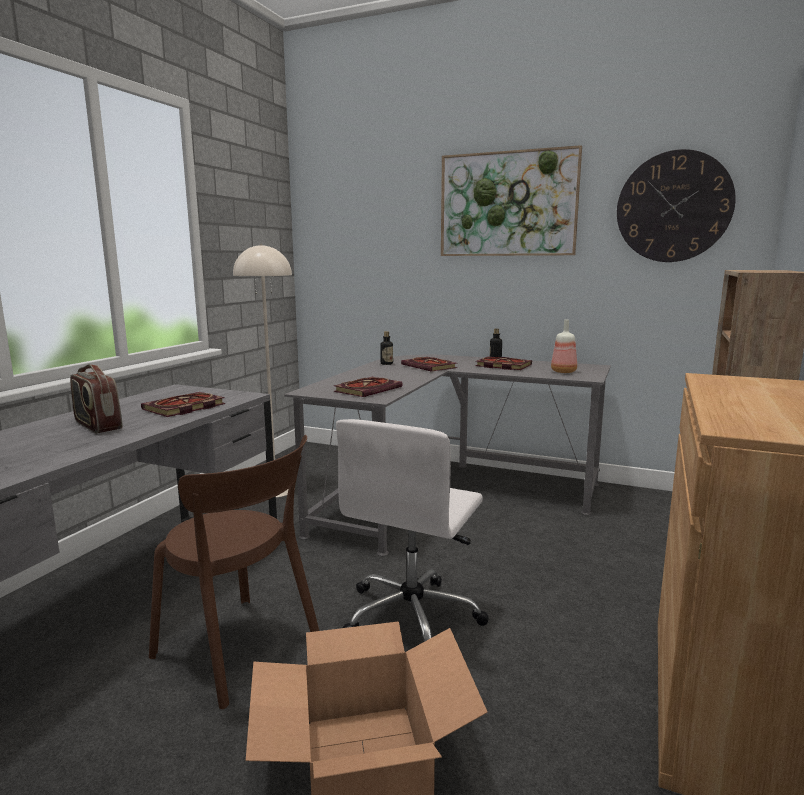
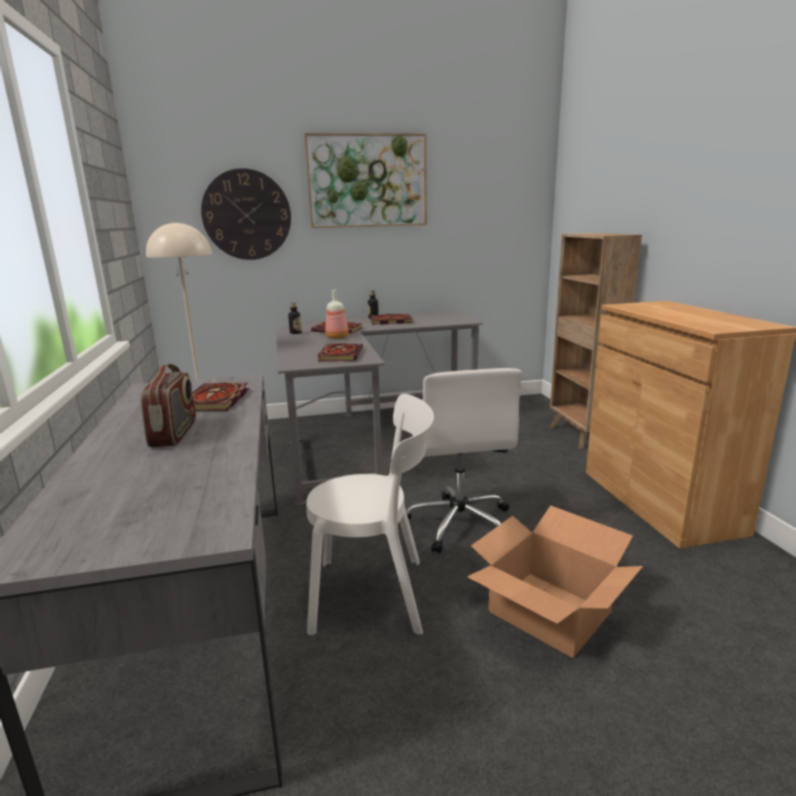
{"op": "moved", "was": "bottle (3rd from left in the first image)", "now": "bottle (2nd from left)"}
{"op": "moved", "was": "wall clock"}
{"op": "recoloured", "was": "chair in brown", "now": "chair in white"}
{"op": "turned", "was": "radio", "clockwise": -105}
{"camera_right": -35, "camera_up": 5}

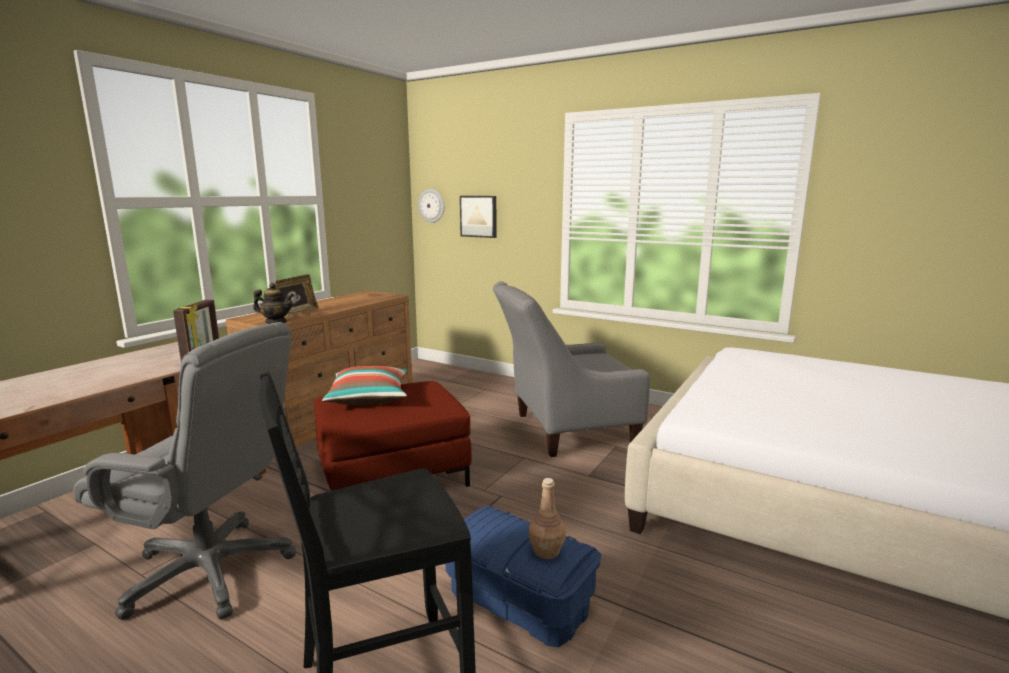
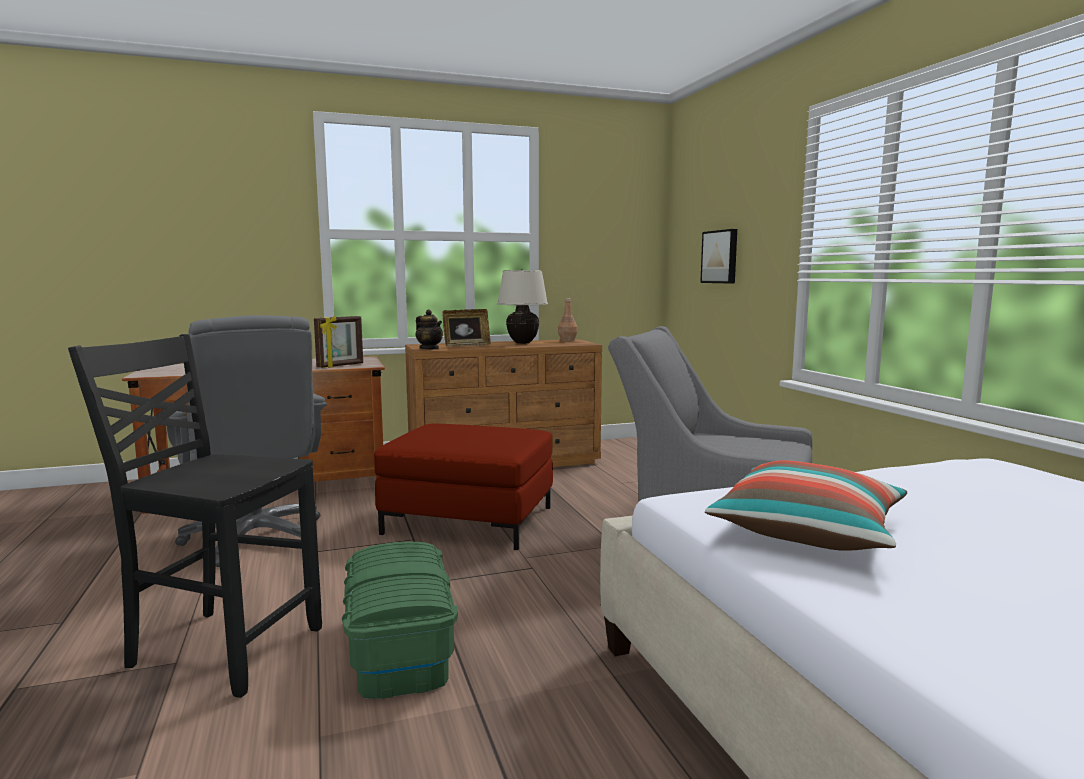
{"op": "removed", "was": "wall clock"}
{"op": "added", "now": "table lamp in beige"}
{"op": "moved", "was": "pillow"}
{"op": "moved", "was": "bottle in brown"}
{"op": "recoloured", "was": "storage box in blue", "now": "storage box in green"}
{"camera_right": 40, "camera_up": -5}

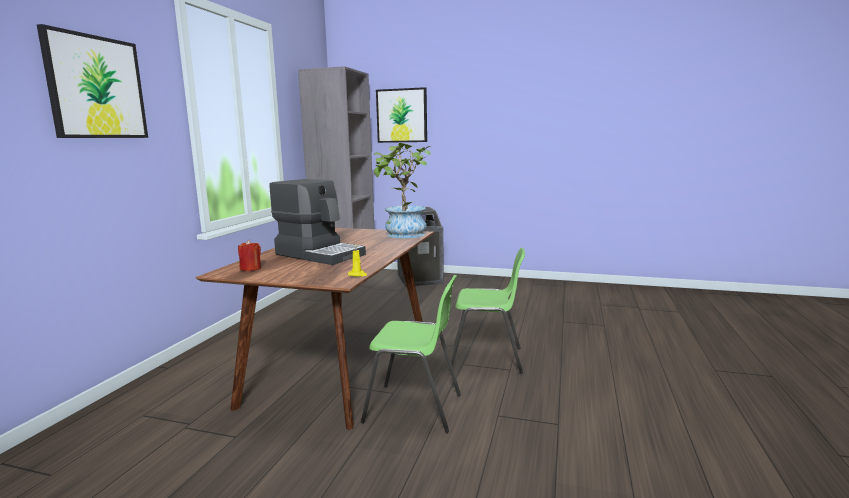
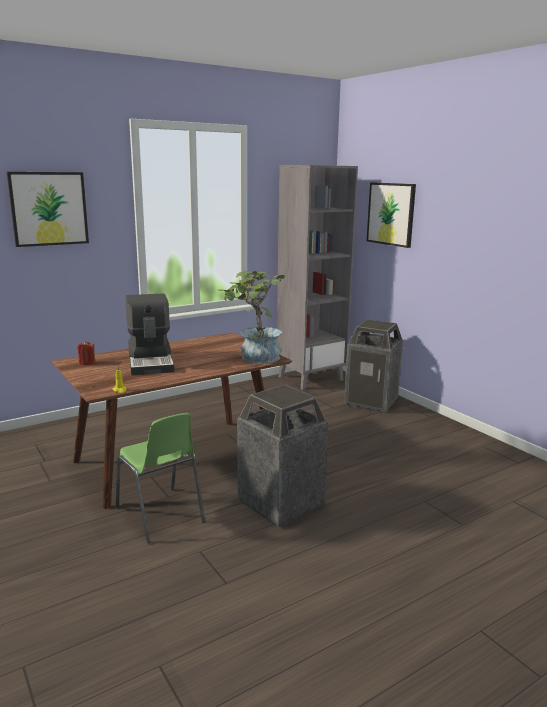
{"op": "replaced", "was": "chair in green (2nd from left)", "now": "trash can (1st from left)"}
{"camera_right": 40, "camera_up": 5}

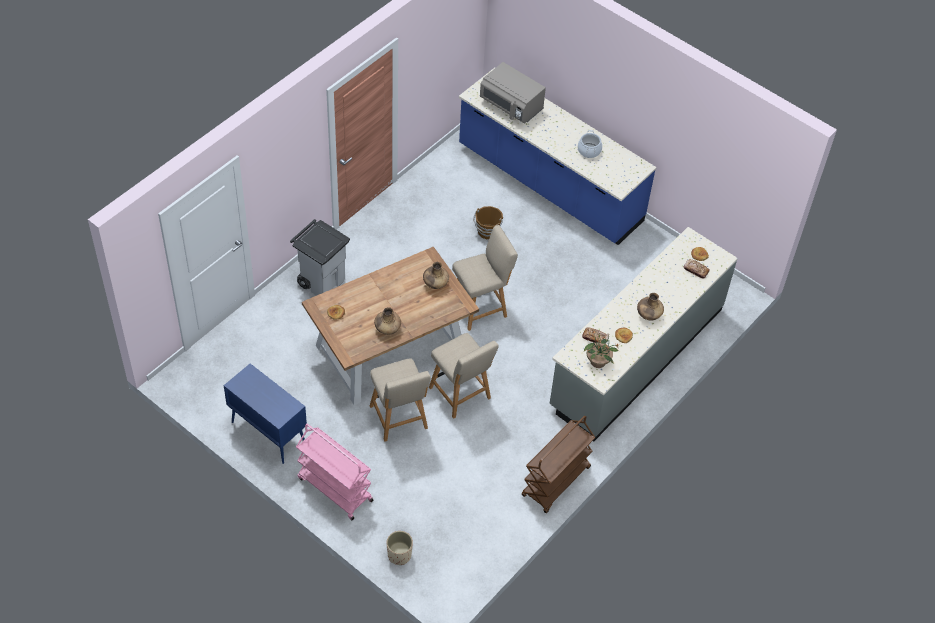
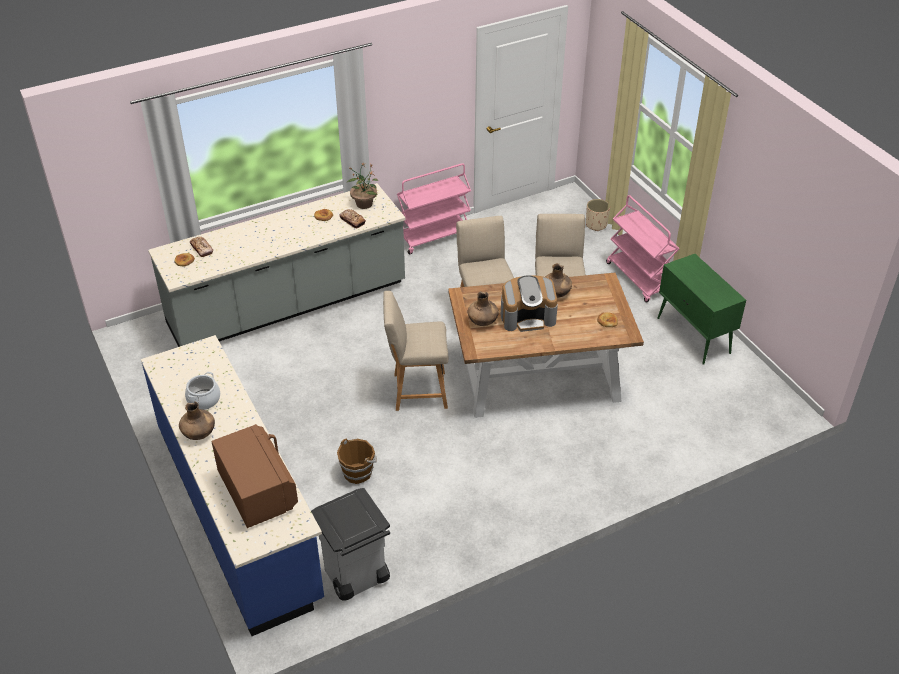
{"op": "added", "now": "coffee machine"}
{"op": "moved", "was": "trash can in grey"}
{"op": "moved", "was": "vase in brown (3rd from left in the first image)", "now": "vase in brown (1st from left)"}
{"op": "recoloured", "was": "cabinet in blue", "now": "cabinet in green"}
{"op": "recoloured", "was": "microwave in grey", "now": "microwave in brown"}
{"op": "recoloured", "was": "cart in brown", "now": "cart in pink (1st from left)"}
{"camera_right": -155, "camera_up": -10}

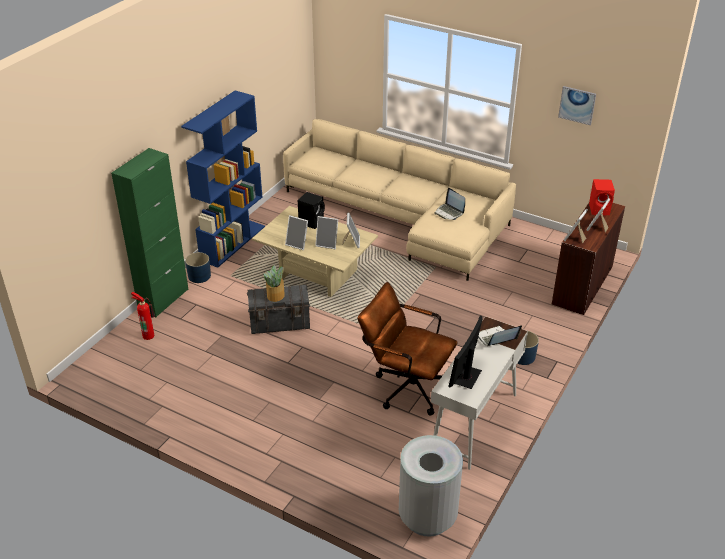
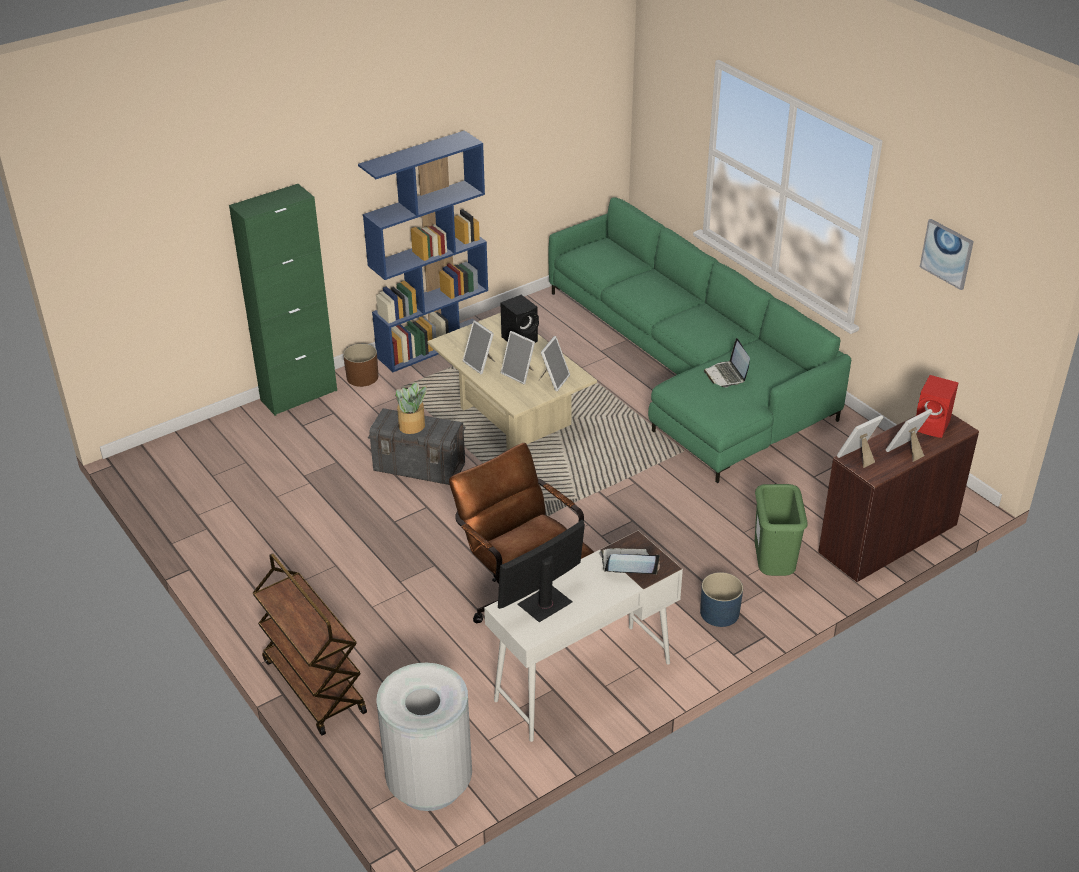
{"op": "removed", "was": "fire extinguisher"}
{"op": "added", "now": "cart in brown"}
{"op": "added", "now": "trash can in green"}
{"op": "recoloured", "was": "planter in blue (1st from left)", "now": "planter in brown"}
{"op": "recoloured", "was": "sofa in beige", "now": "sofa in green"}
{"camera_right": 25, "camera_up": 0}

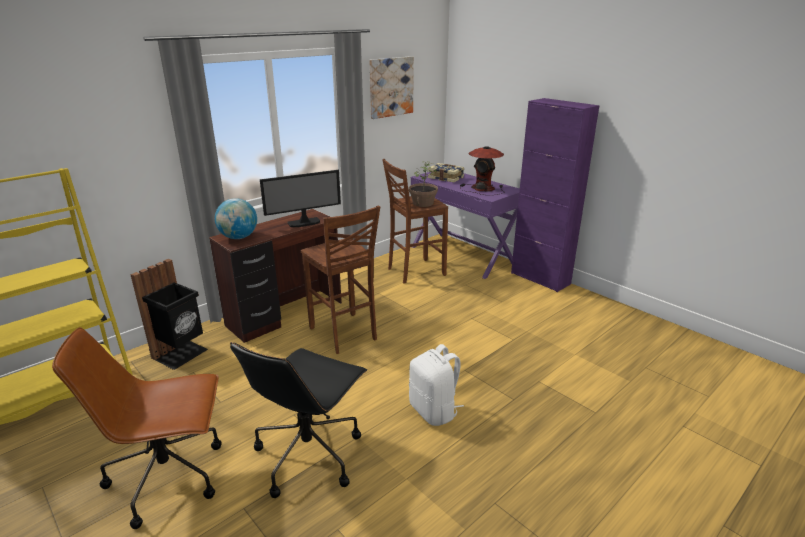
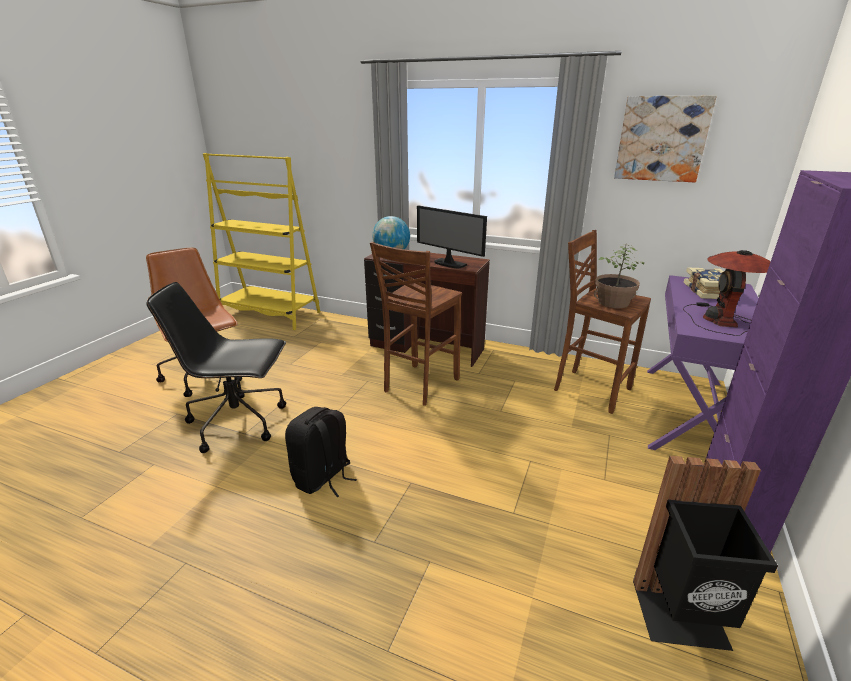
{"op": "moved", "was": "trash can in black"}
{"op": "recoloured", "was": "backpack in white", "now": "backpack in black"}
{"camera_right": 65, "camera_up": 0}

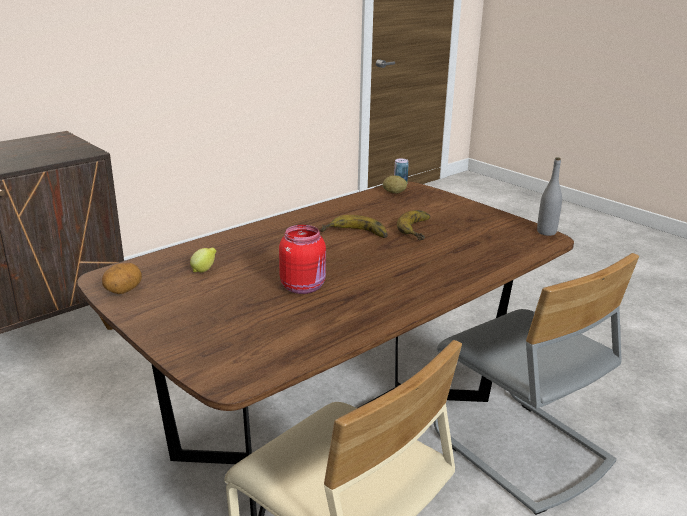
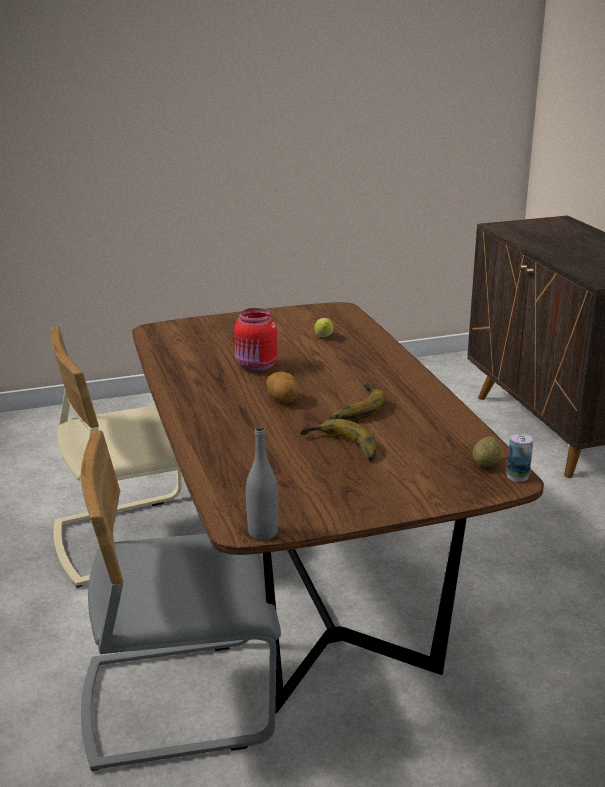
{"op": "moved", "was": "potato (1st from left)"}
{"camera_right": 115, "camera_up": 0}

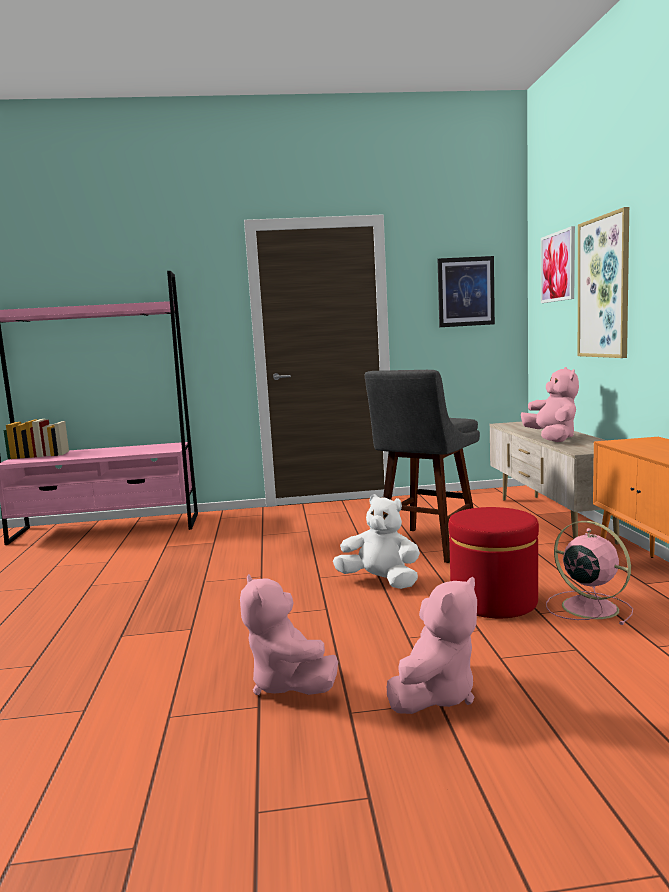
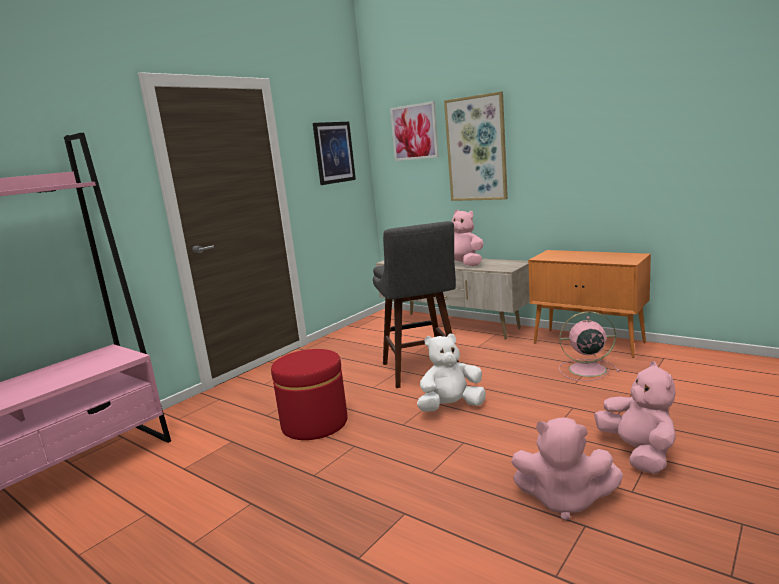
{"op": "moved", "was": "ottoman in red"}
{"camera_right": -45, "camera_up": 5}

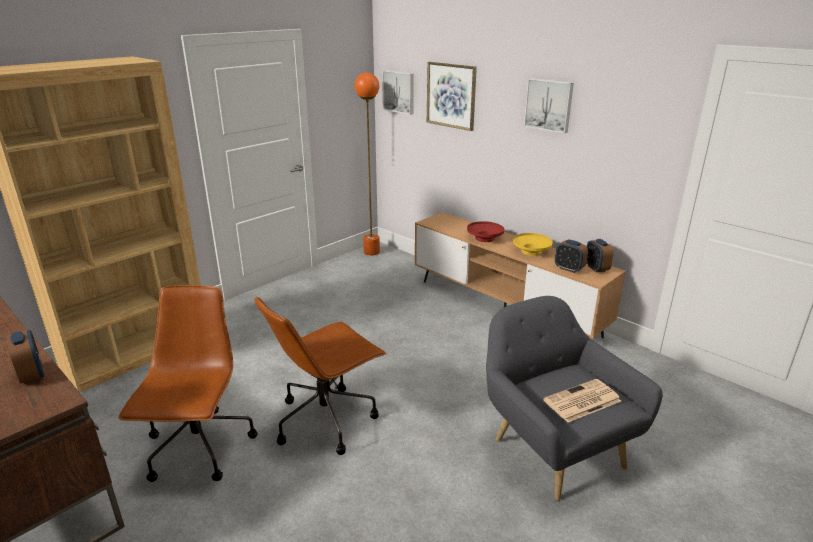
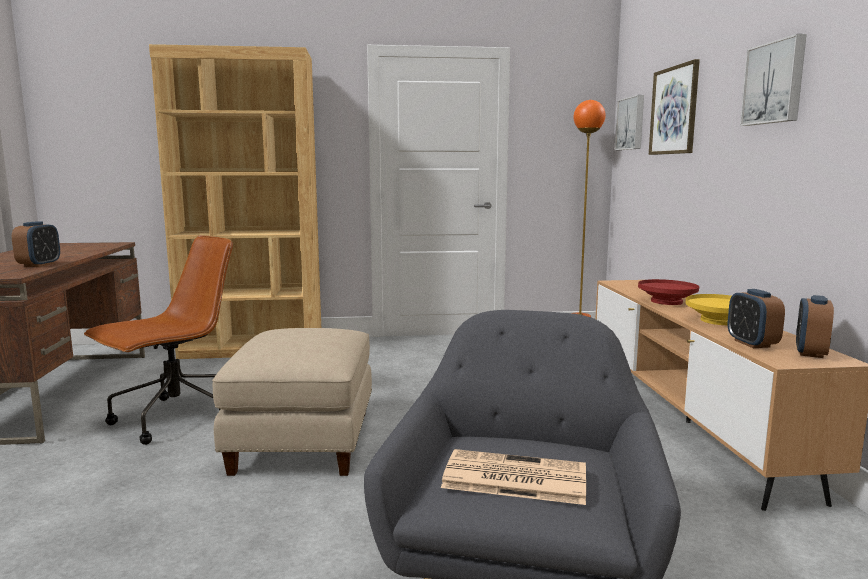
{"op": "replaced", "was": "office chair in brown (2nd from left)", "now": "ottoman in beige"}
{"camera_right": 40, "camera_up": -15}

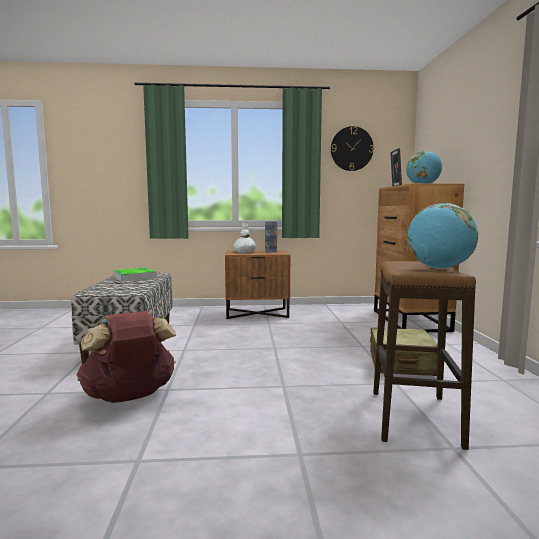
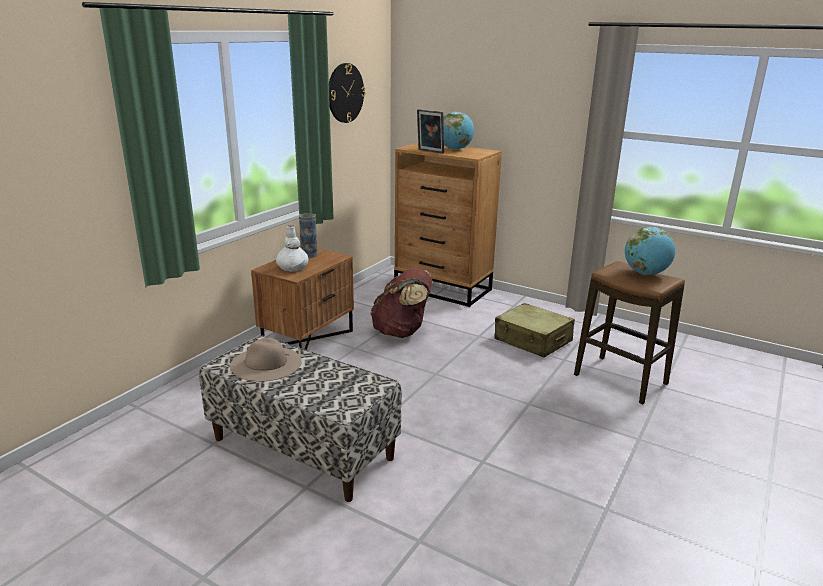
{"op": "moved", "was": "backpack in brown"}
{"op": "replaced", "was": "tray", "now": "hat in beige"}
{"camera_right": -55, "camera_up": 15}

